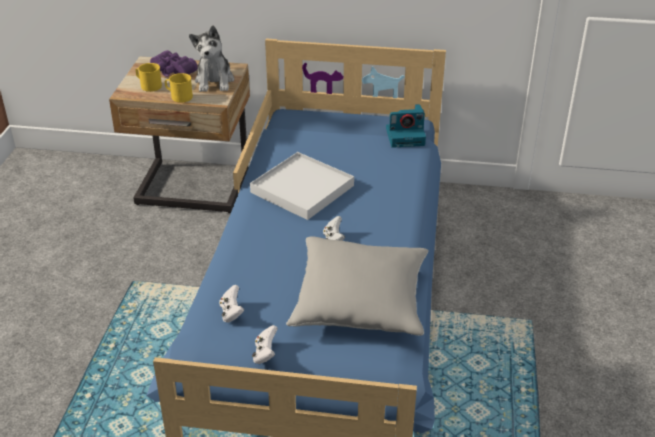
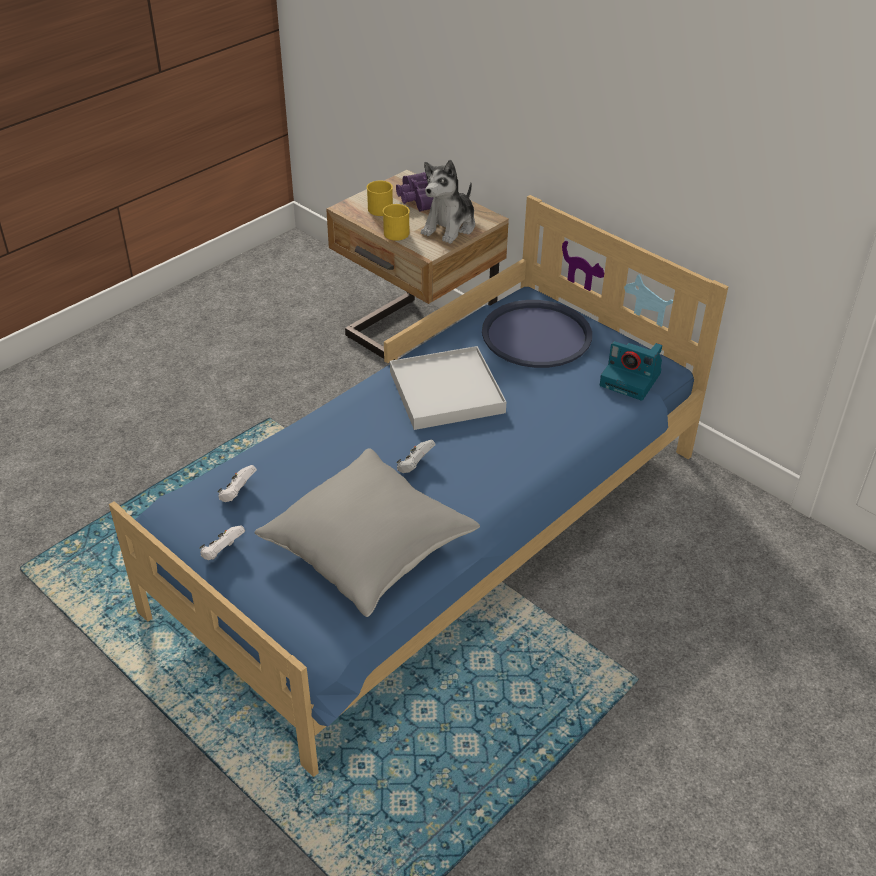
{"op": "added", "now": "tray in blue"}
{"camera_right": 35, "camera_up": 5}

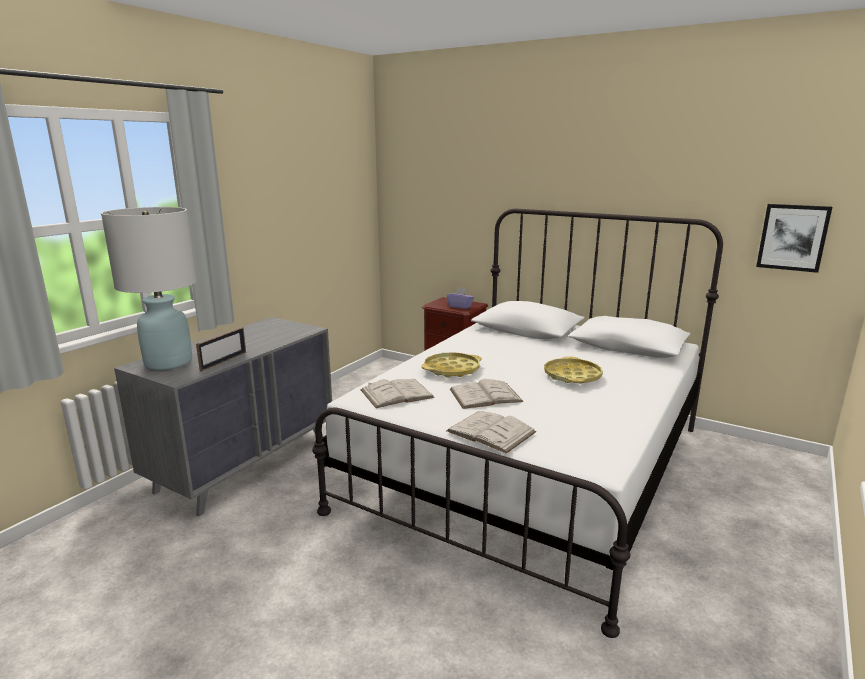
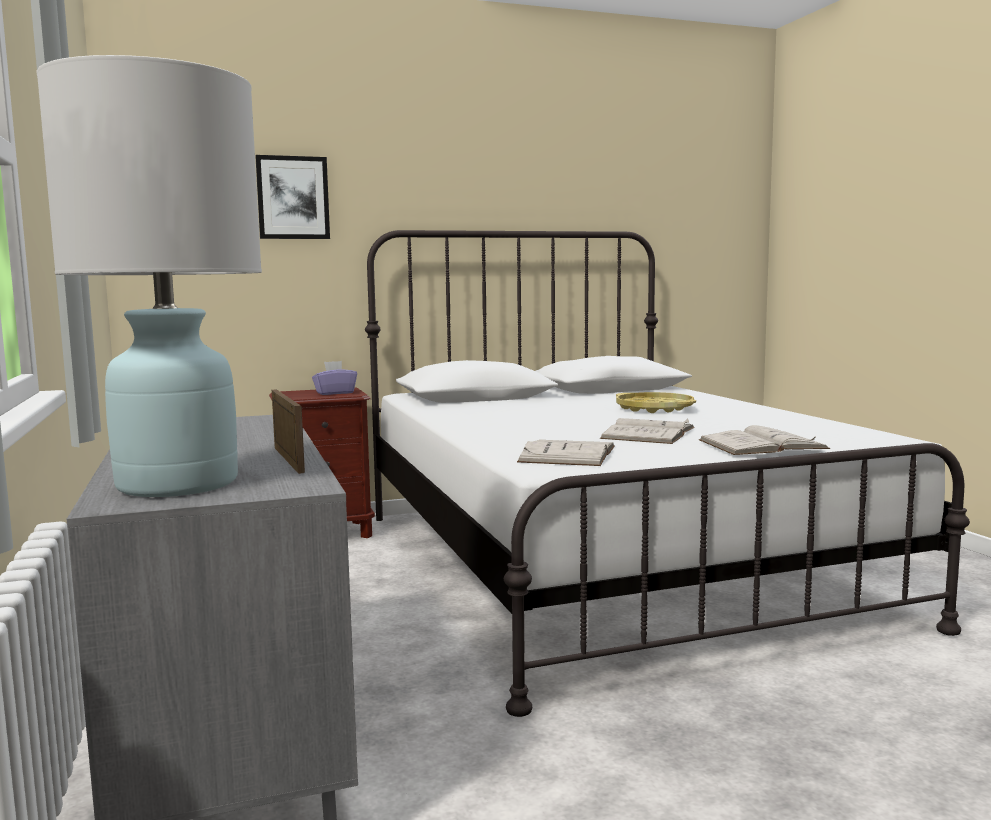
{"op": "removed", "was": "tray in yellow (1st from left)"}
{"op": "moved", "was": "picture"}
{"camera_right": -50, "camera_up": -10}

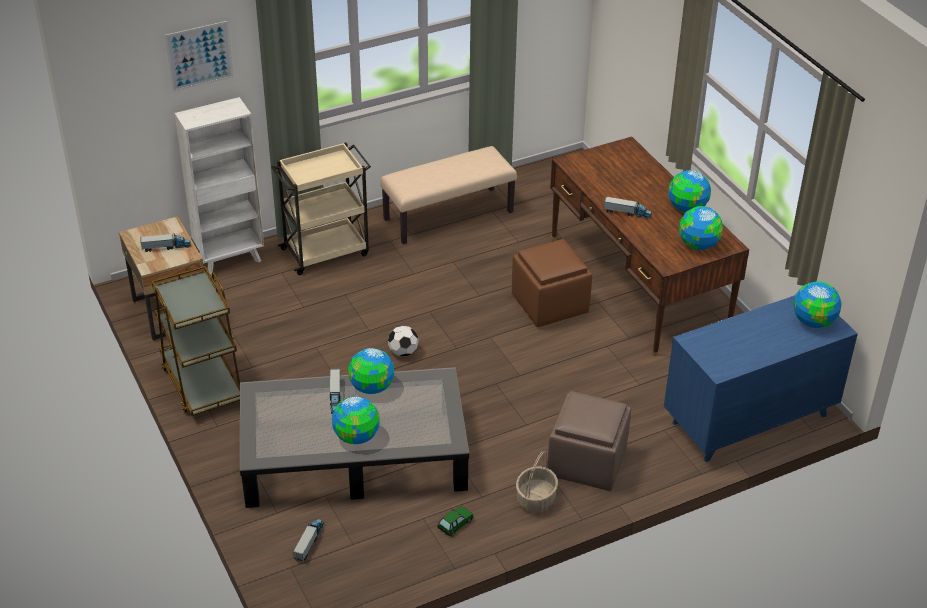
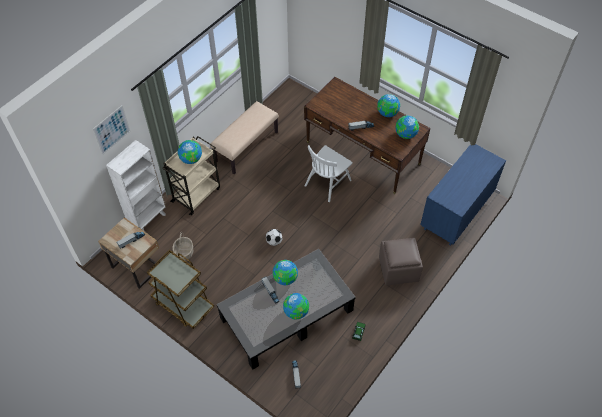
{"op": "moved", "was": "basket"}
{"op": "moved", "was": "globe (5th from left in the first image)", "now": "globe (1st from left)"}
{"op": "replaced", "was": "ottoman in brown (1st from left)", "now": "chair in white"}
{"camera_right": -25, "camera_up": 15}

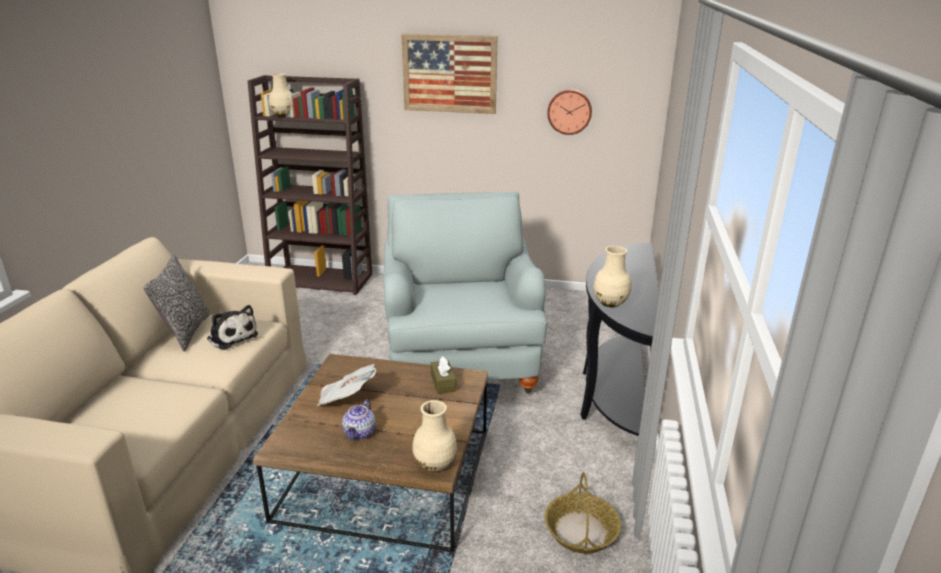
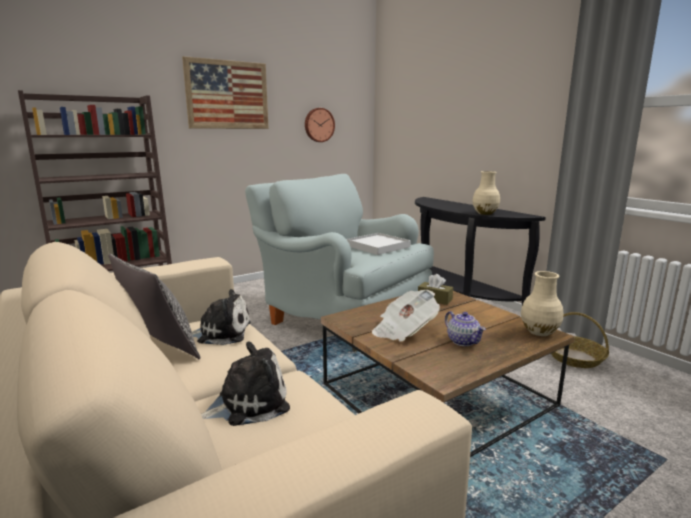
{"op": "removed", "was": "vase in beige (1st from left)"}
{"op": "added", "now": "plush toy (2nd from left)"}
{"op": "added", "now": "tray in white"}
{"camera_right": -45, "camera_up": -10}

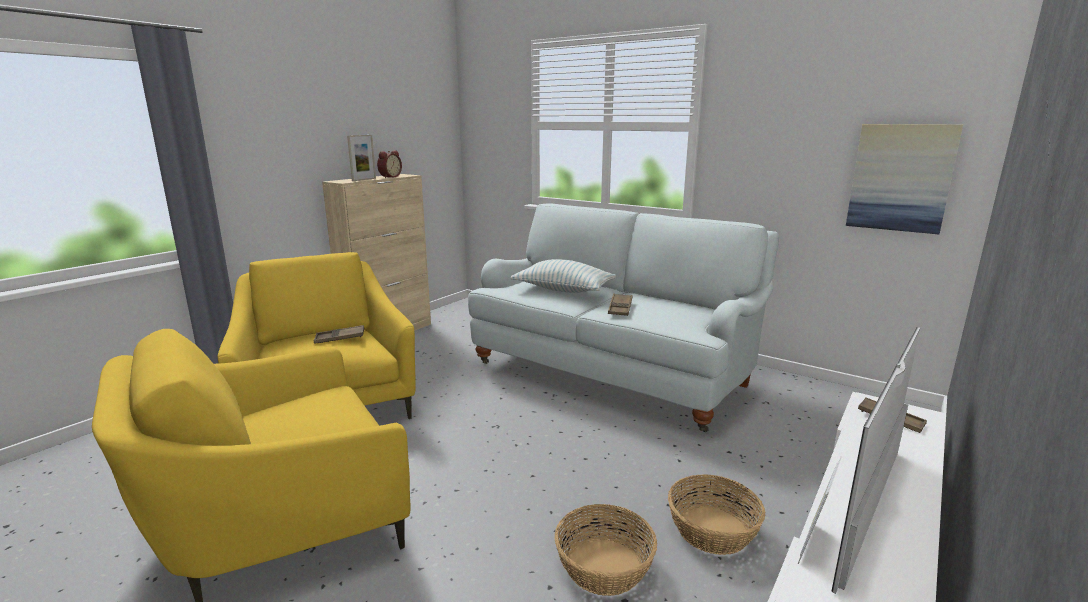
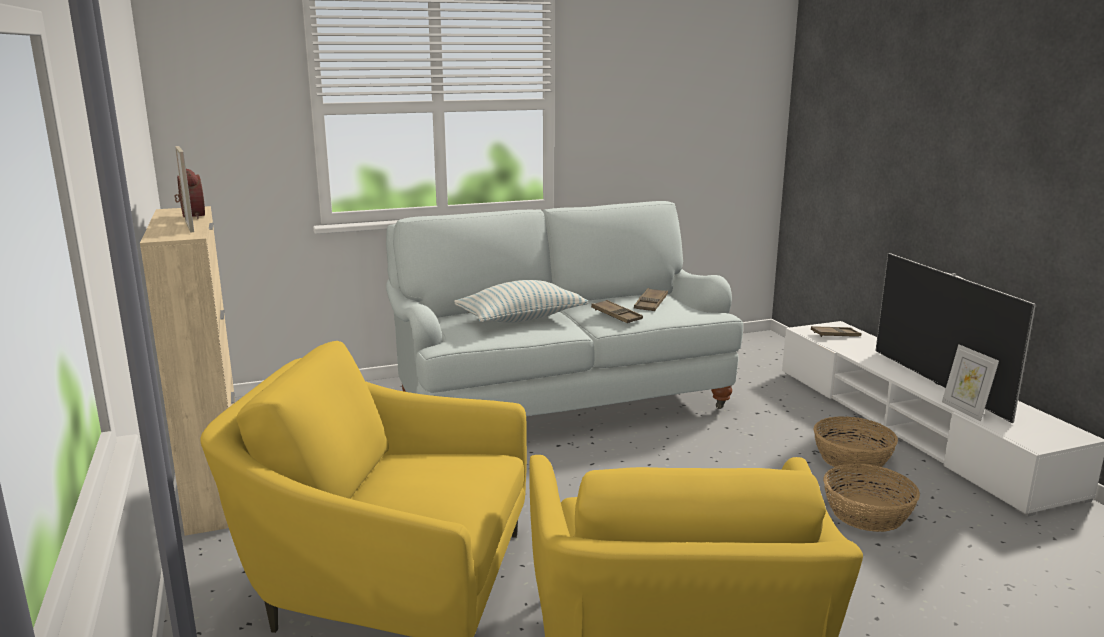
{"op": "removed", "was": "picture"}
{"op": "moved", "was": "tray in brown (1st from left in the first image)", "now": "tray in brown (2nd from left)"}
{"camera_right": -55, "camera_up": 0}

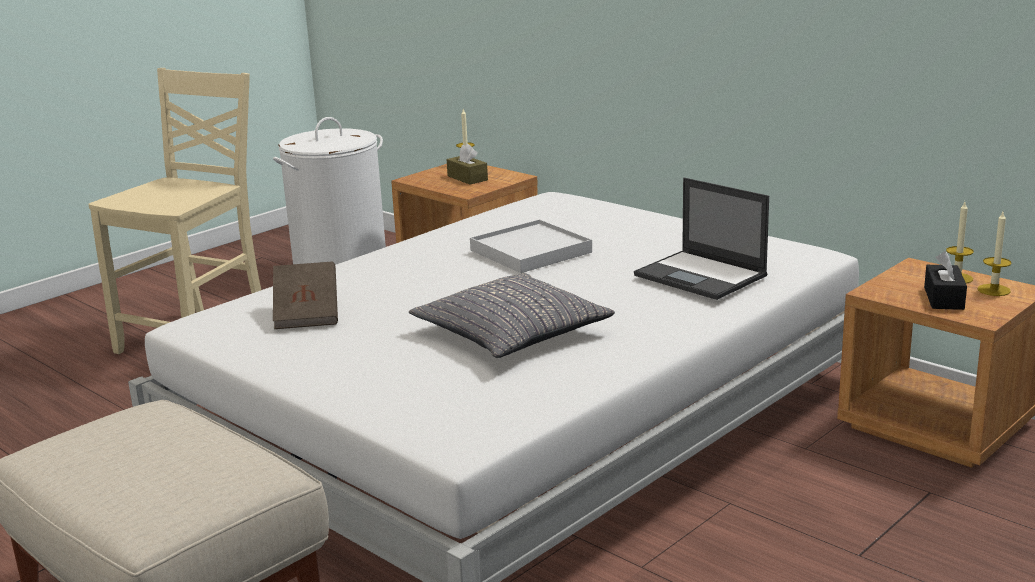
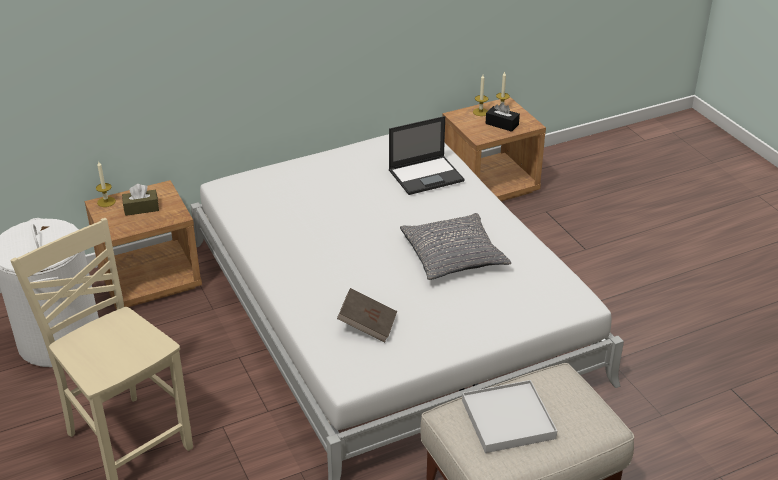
{"op": "moved", "was": "tray in white"}
{"camera_right": -70, "camera_up": 15}

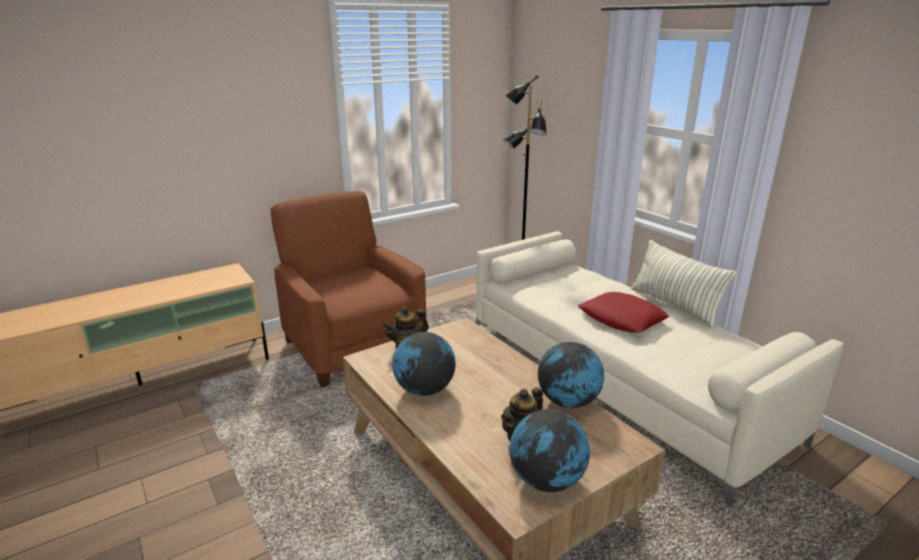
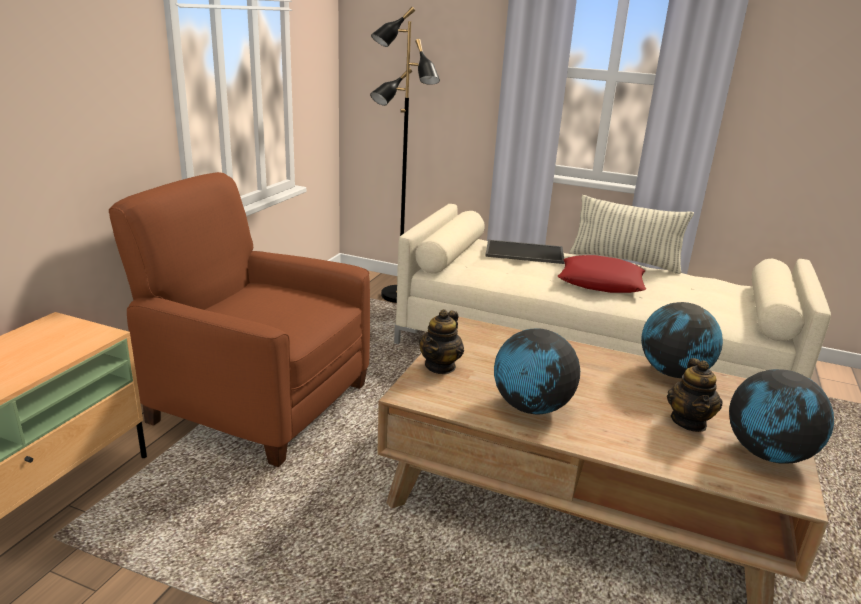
{"op": "added", "now": "tray"}
{"camera_right": -35, "camera_up": 0}

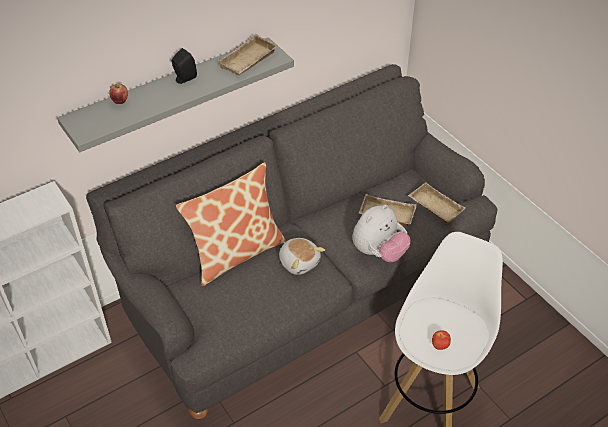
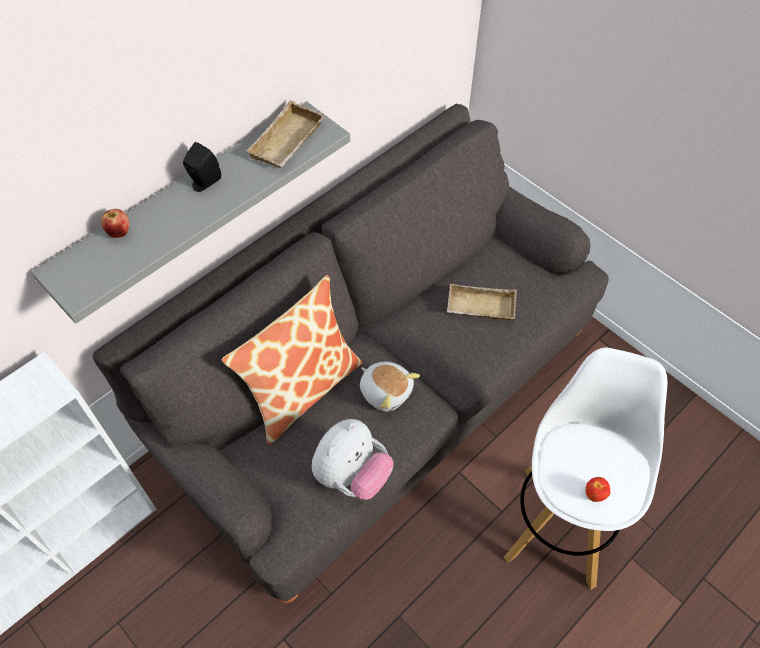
{"op": "removed", "was": "tray in beige (3rd from left)"}
{"op": "moved", "was": "plush toy (2nd from left in the first image)", "now": "plush toy (1st from left)"}
{"camera_right": -10, "camera_up": 10}

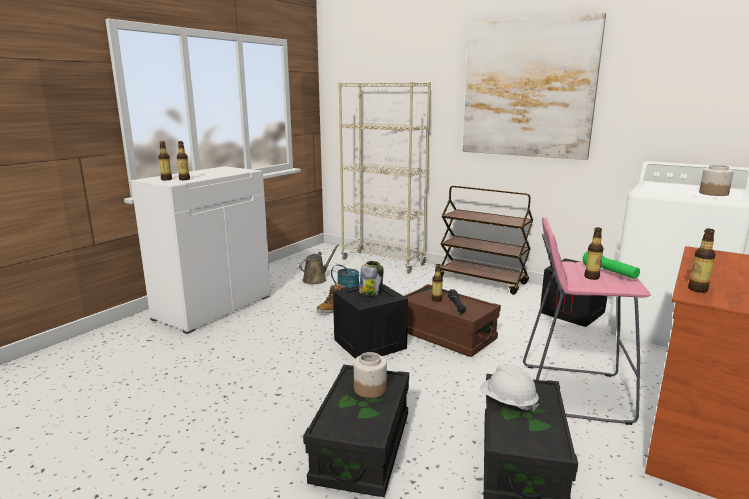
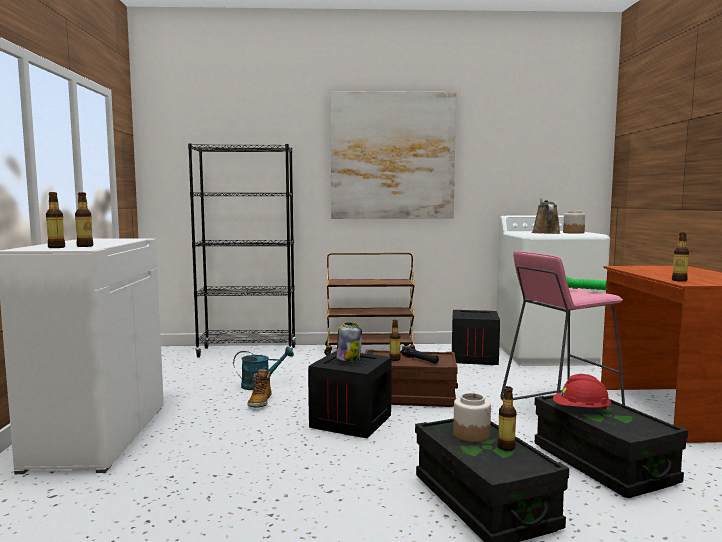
{"op": "moved", "was": "watering can in brown"}
{"op": "moved", "was": "bottle (4th from left)"}
{"op": "recoloured", "was": "bookcase in beige", "now": "bookcase in black"}
{"op": "recoloured", "was": "hard hat in white", "now": "hard hat in red"}
{"camera_right": -35, "camera_up": -10}

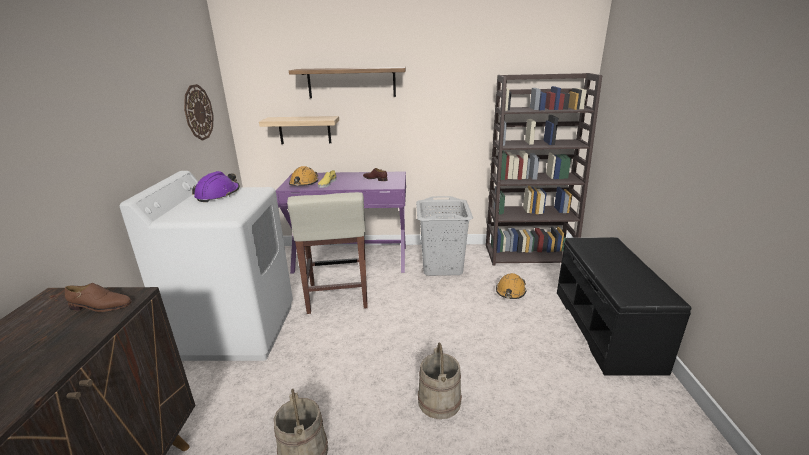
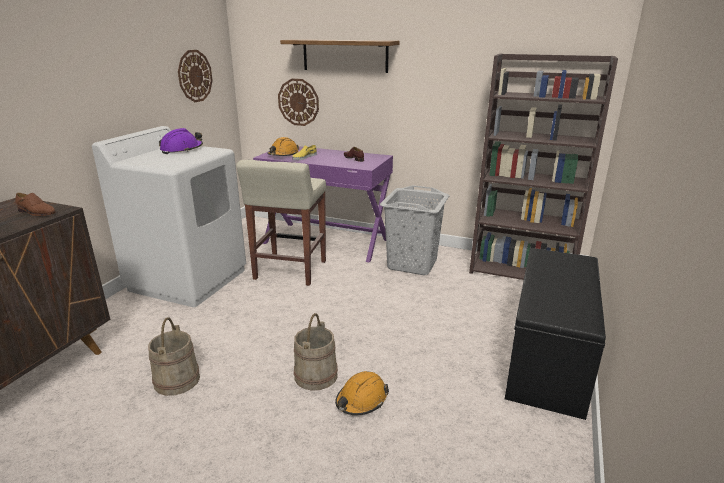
{"op": "moved", "was": "hard hat in orange (2nd from left)"}
{"op": "replaced", "was": "shelf (1st from left)", "now": "wall clock (2nd from left)"}
{"camera_right": 20, "camera_up": 0}

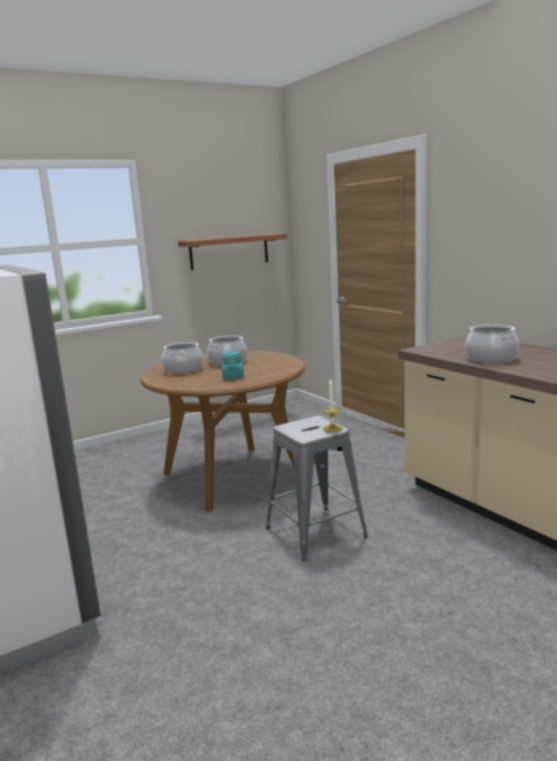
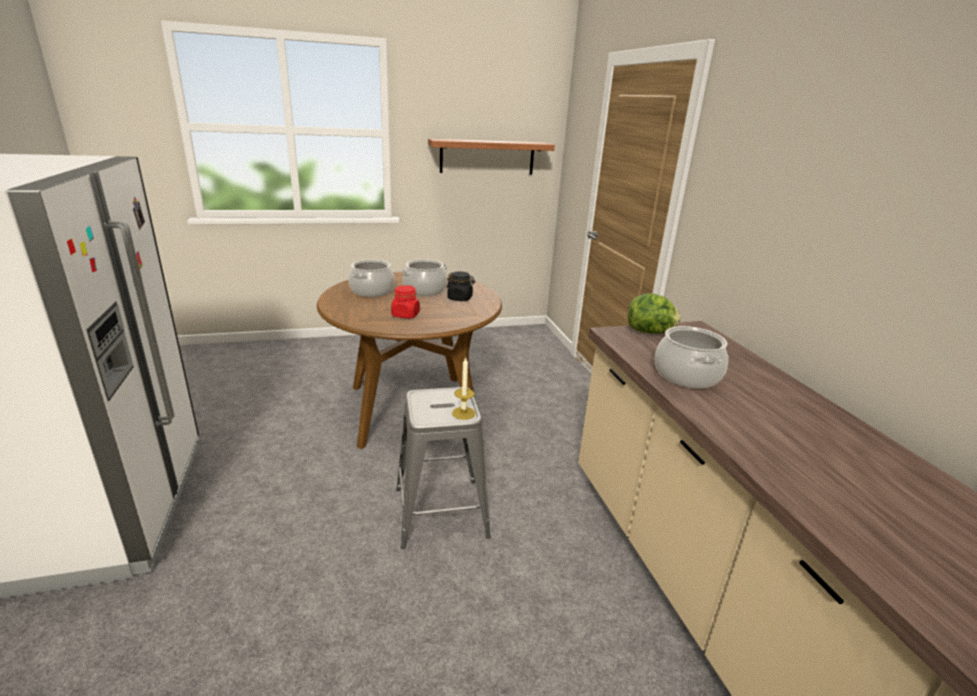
{"op": "added", "now": "jar in black"}
{"op": "added", "now": "lettuce"}
{"op": "recoloured", "was": "jar in turquoise", "now": "jar in red"}
{"camera_right": 15, "camera_up": 10}

